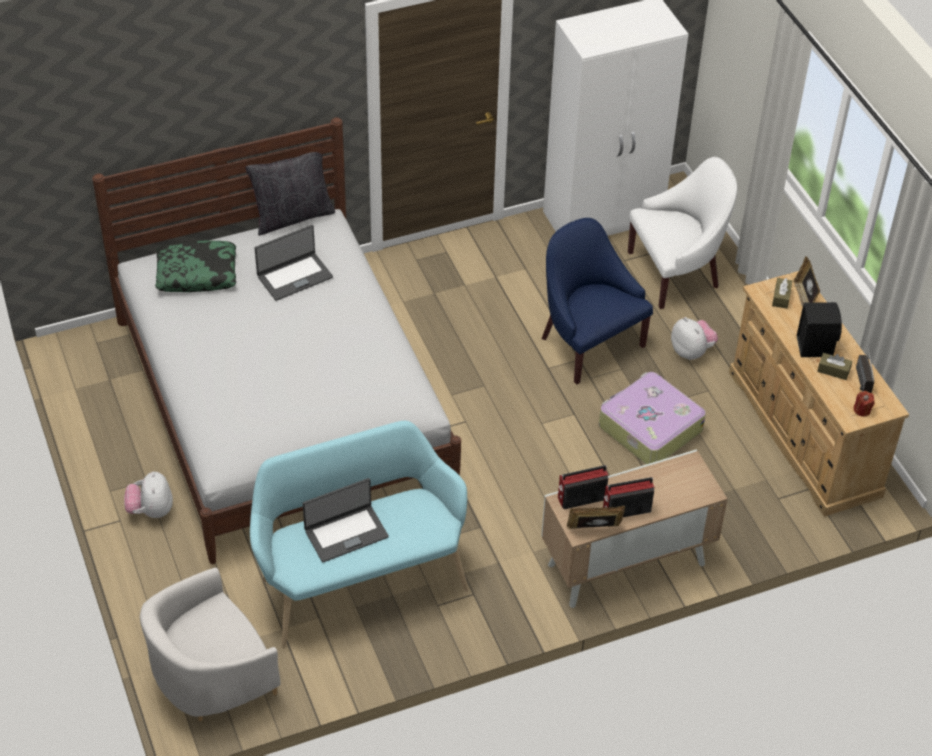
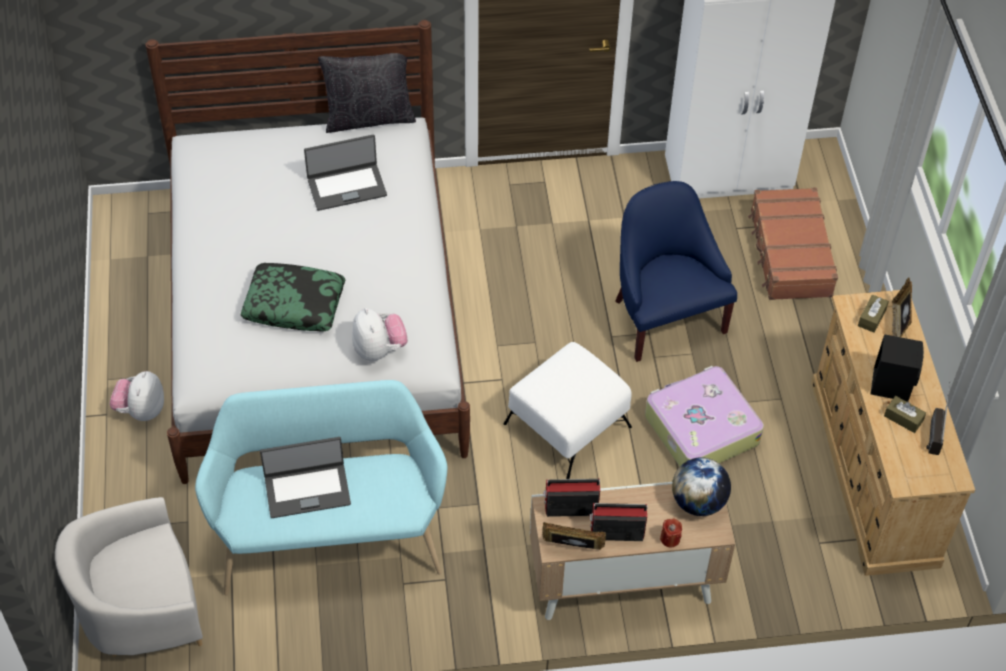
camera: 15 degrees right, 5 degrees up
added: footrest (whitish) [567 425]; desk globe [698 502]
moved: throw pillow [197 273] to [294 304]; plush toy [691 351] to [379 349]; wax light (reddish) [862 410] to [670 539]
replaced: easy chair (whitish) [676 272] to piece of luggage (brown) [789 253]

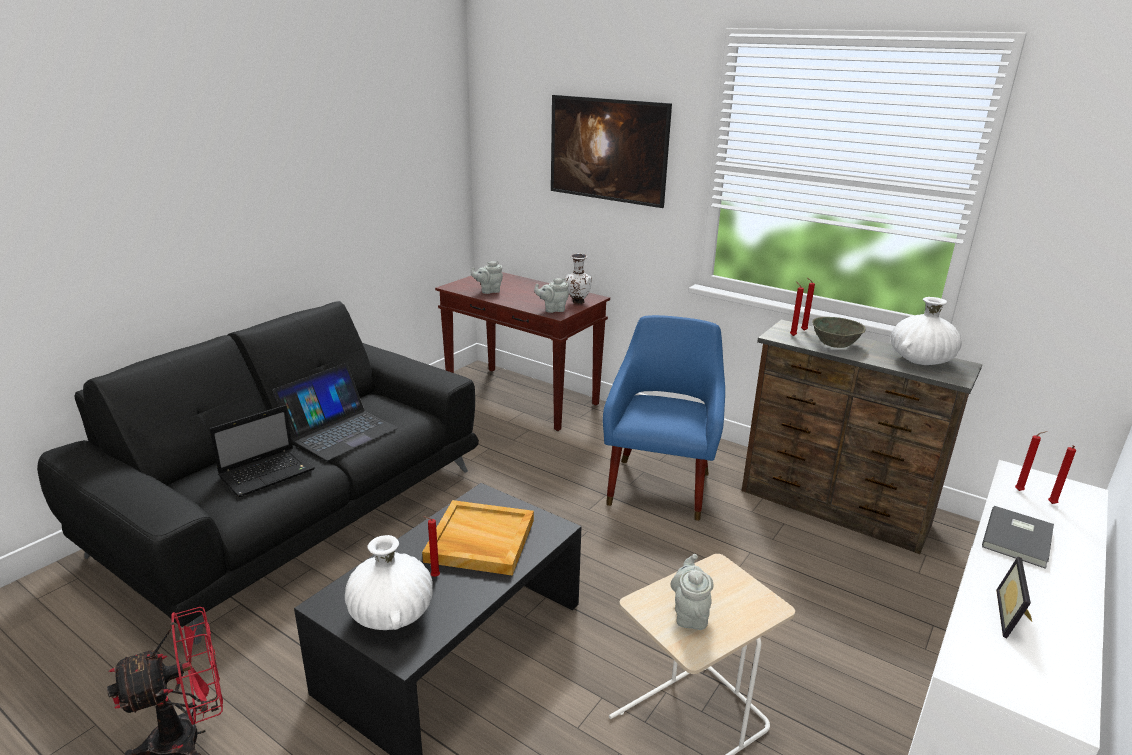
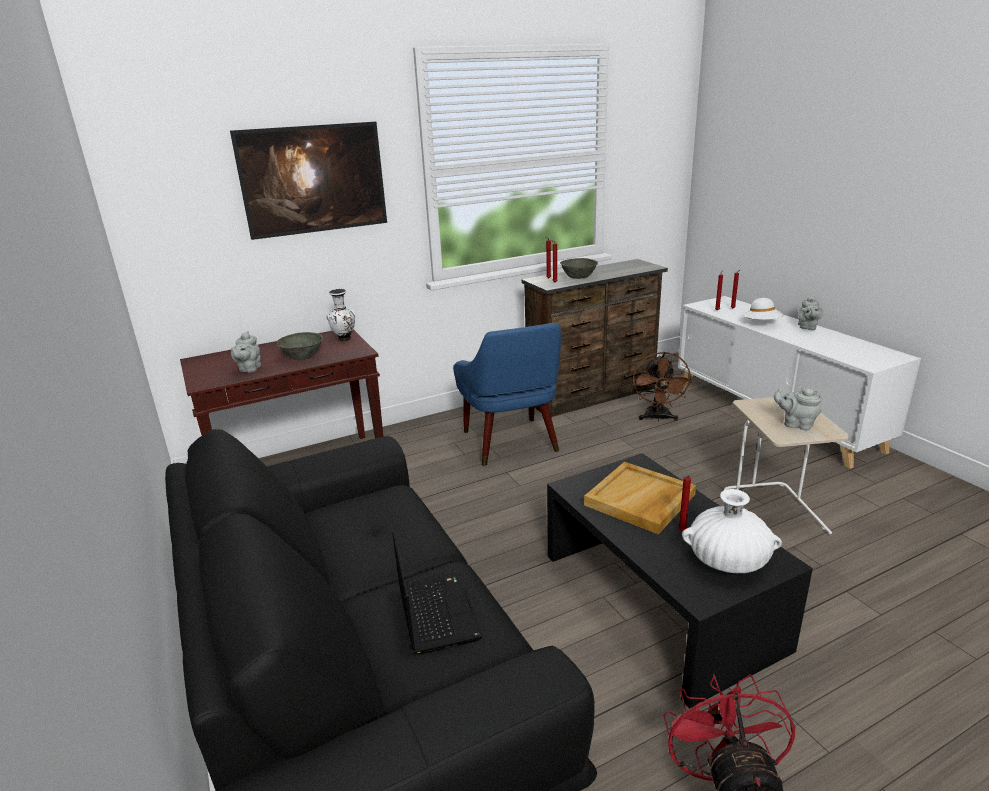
camera: 60 degrees left, 0 degrees up
removed: vase (whitish) [919 361]; laptop [339 431]; photo frame [1014 617]
added: bowl (greyish) [301 356]; cooling fan (brown) [658 418]
moved: teapot (greyish) [553 310] to [807 327]
replaced: bound book (greyish) [1019 538] to clothing hat (whitish) [762 323]
turned: easy chair (bluish) [660 483] = [512 445] 150 degrees counterclockwise

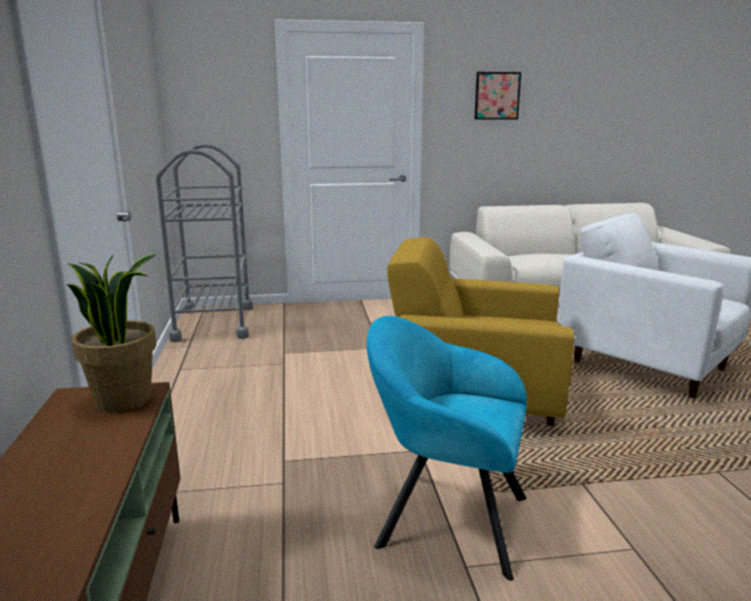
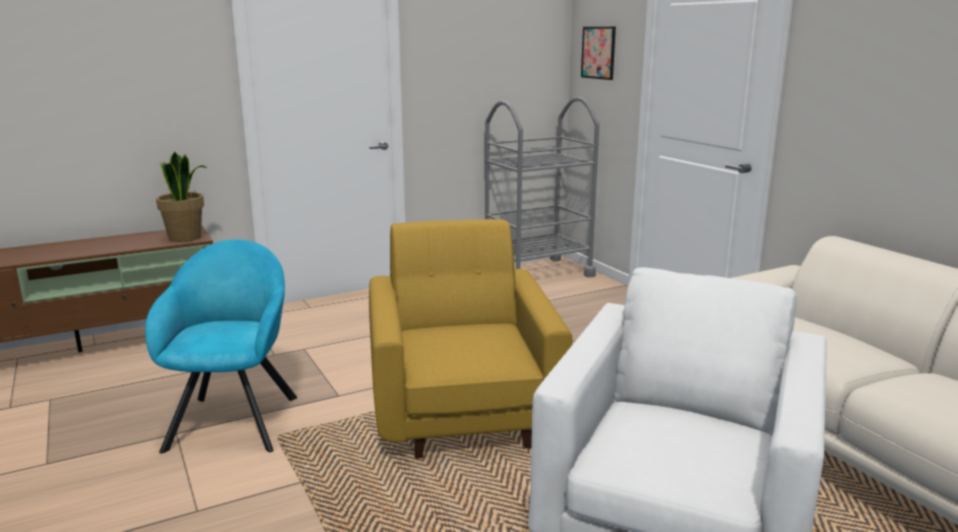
camera: 70 degrees right, 0 degrees up
moved: wall picture [497 96] to [598 52]

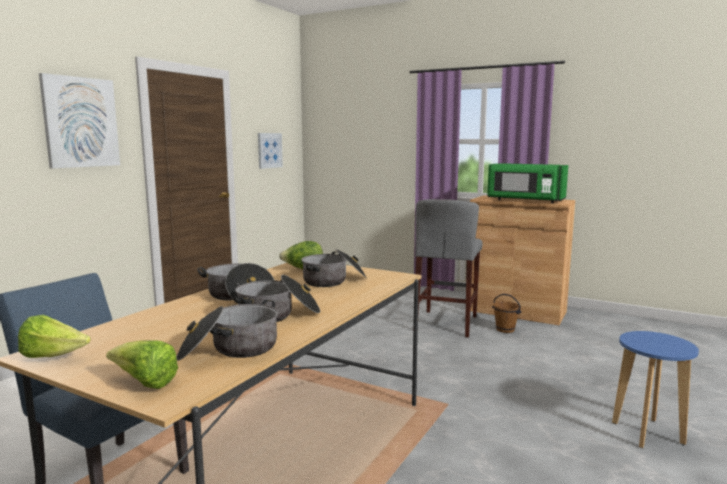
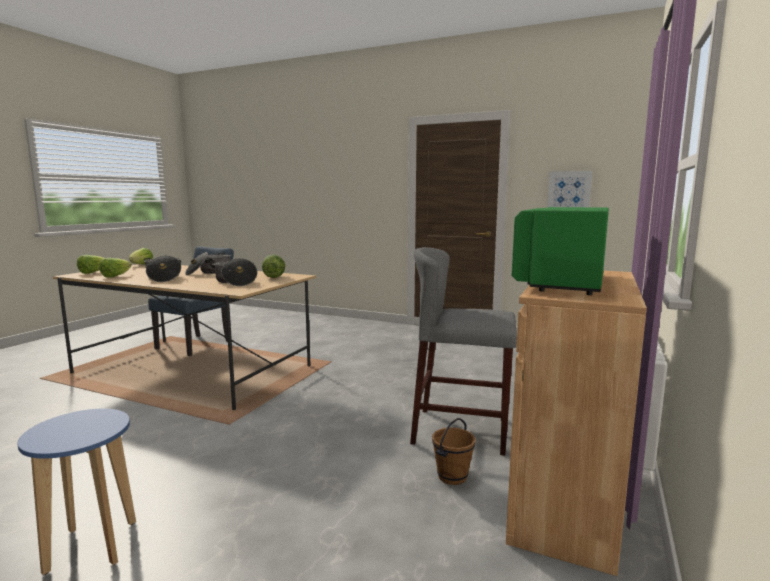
camera: 85 degrees right, 0 degrees up
removed: wall picture [80 122]
replaced: cooking pot [230 350] to lettuce [116 276]

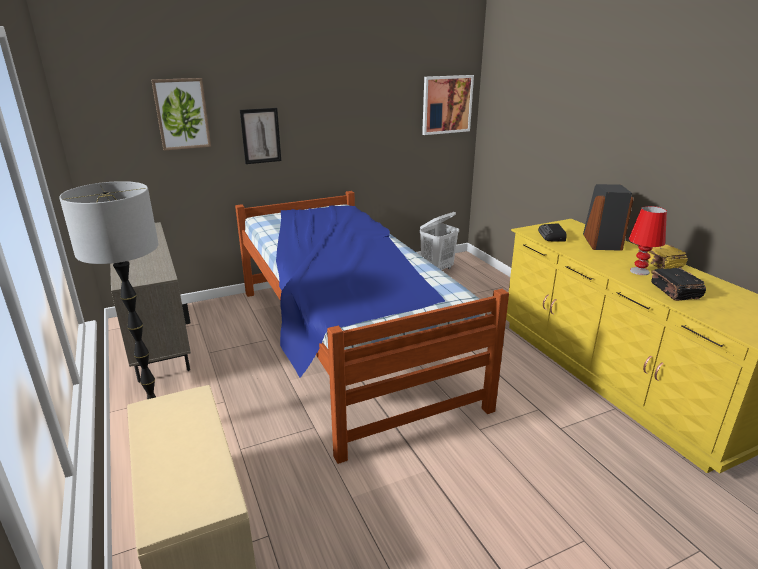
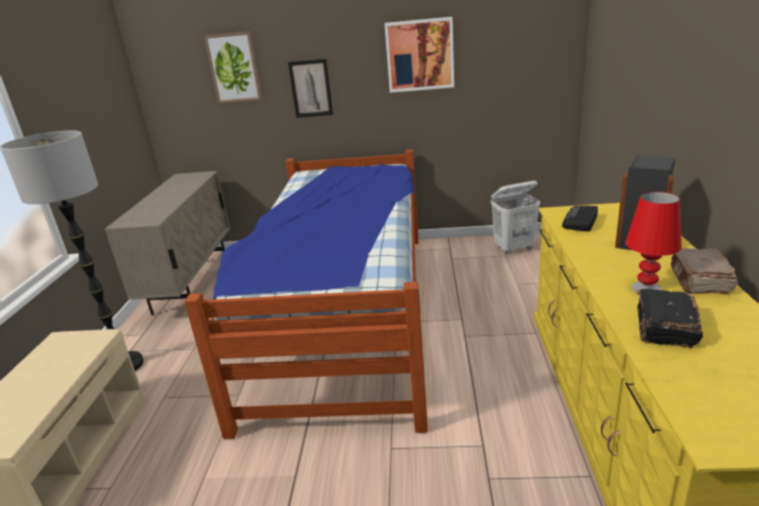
camera: 30 degrees right, 0 degrees up
moved: wall picture [446 104] to [420 55]
recoloured: bound book (yellow-coloured) [660 263] to bound book (brown) [699 281]

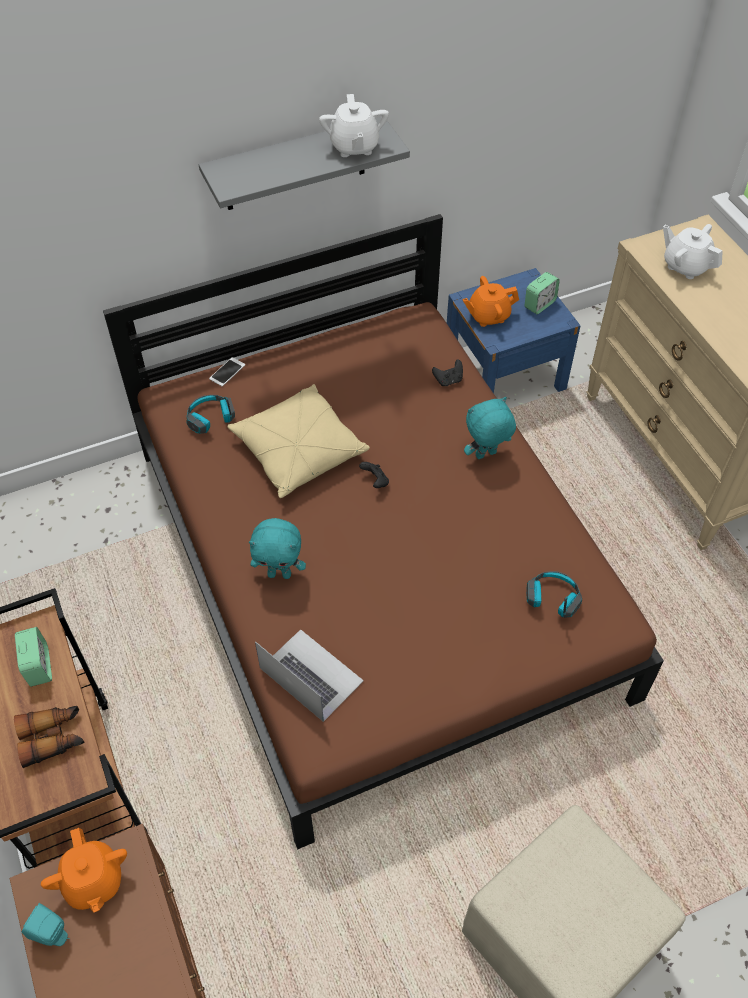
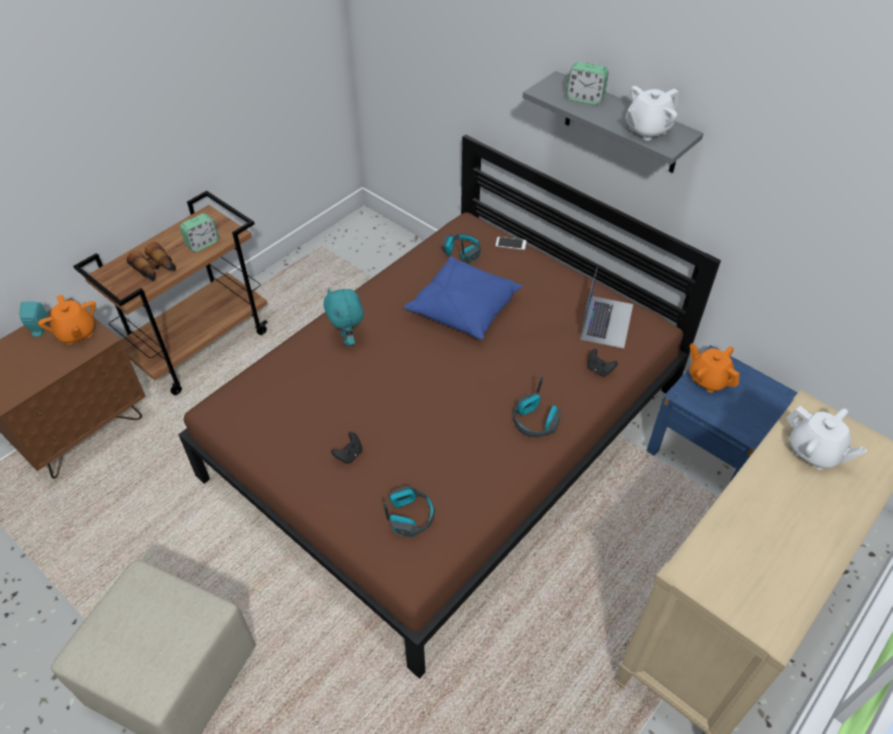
camera: 65 degrees right, 5 degrees down
moved: bedside clock [539 304] to [584 98]; joypad (black) [375 481] to [349 455]; laptop [310 674] to [607 321]
replaced: plush toy (turquoise-coloured) [486 455] to headphones [535 422]
recoloured: throw pillow (sand-coloured) [298 451] to throw pillow (bluish) [464 308]
turned: teapot (whitish) [685 266] = [814 452] 120 degrees clockwise; teapot (orange-coloured) [93 881] = [76 333] 75 degrees counterclockwise

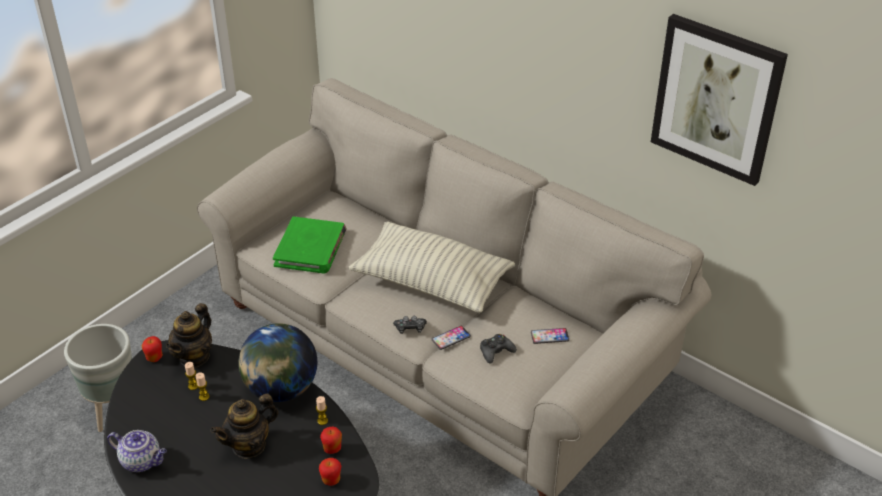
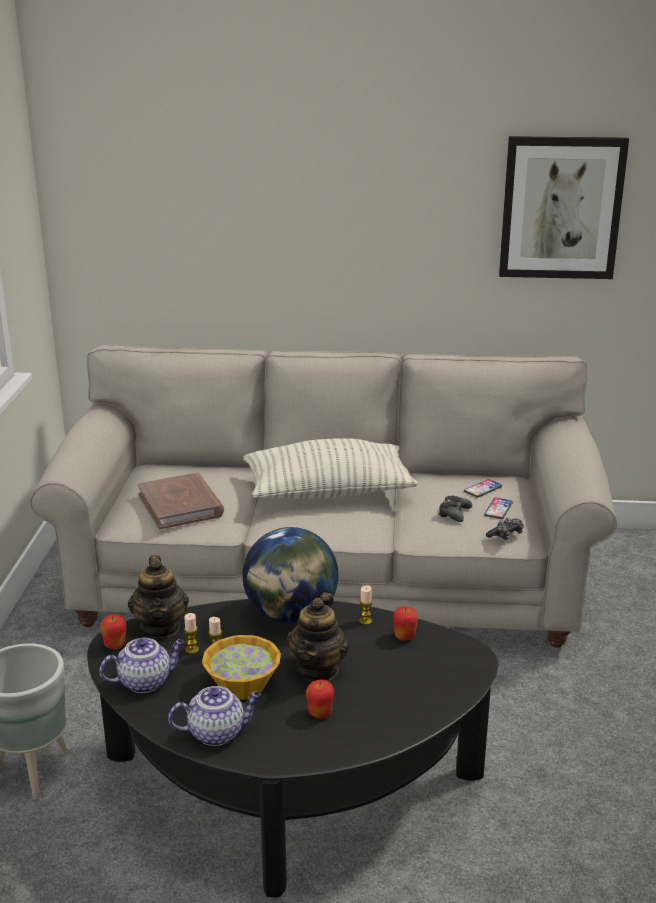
camera: 35 degrees left, 15 degrees down
added: bowl [242 685]; teapot [145 681]
moved: joypad [410 328] to [506 535]; handset [451 338] to [498 509]; apple fruit [331 480] to [320 713]
recoloured: bound book (green-coloured) [310 248] to bound book (brown) [181 505]

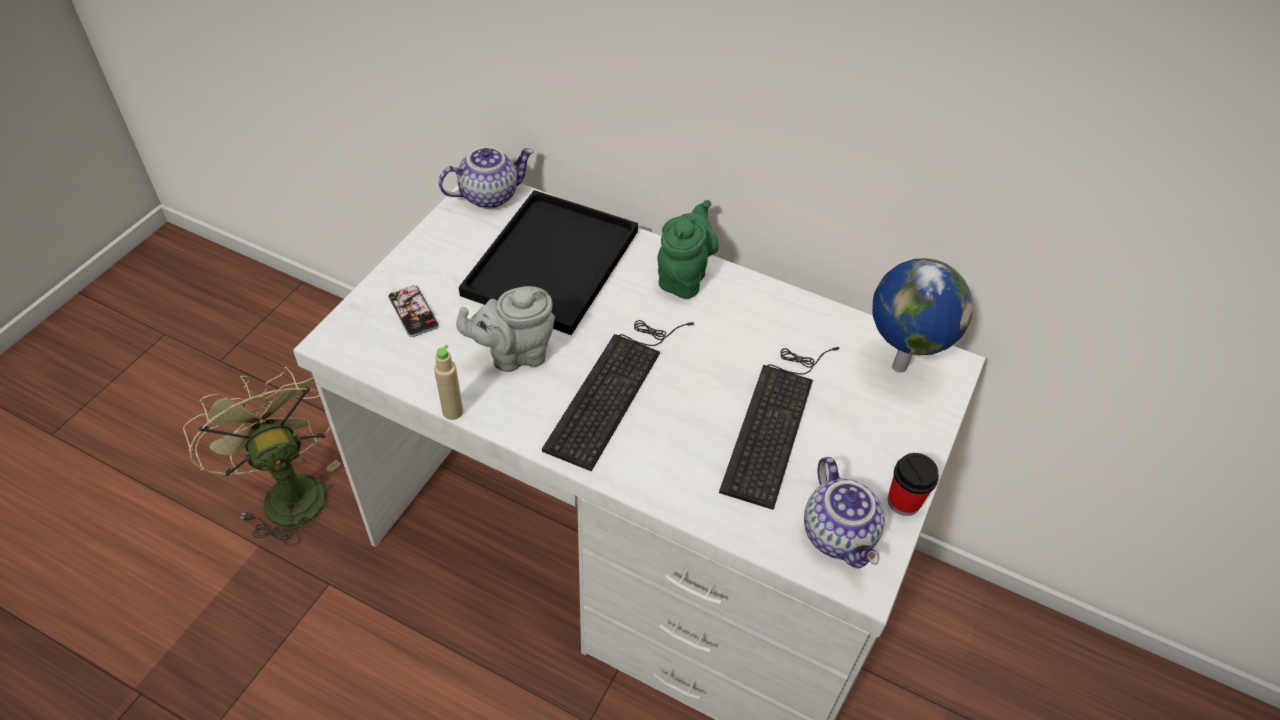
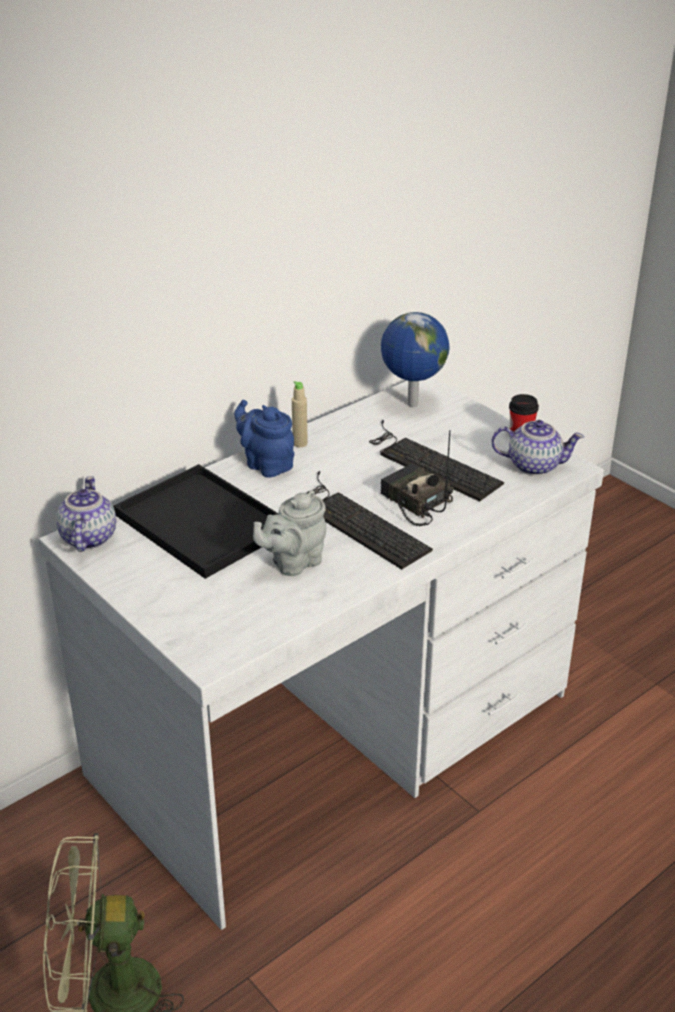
camera: 65 degrees left, 15 degrees down
removed: handset [413 312]
added: radio [414 502]
moved: beverage bottle (sand-coloured) [453 412] to [300 443]
recoloured: teapot (green-coloured) [684 276] to teapot (bluish) [266 464]
turned: teapot (greyish) [514 354] = [293 563] 45 degrees clockwise

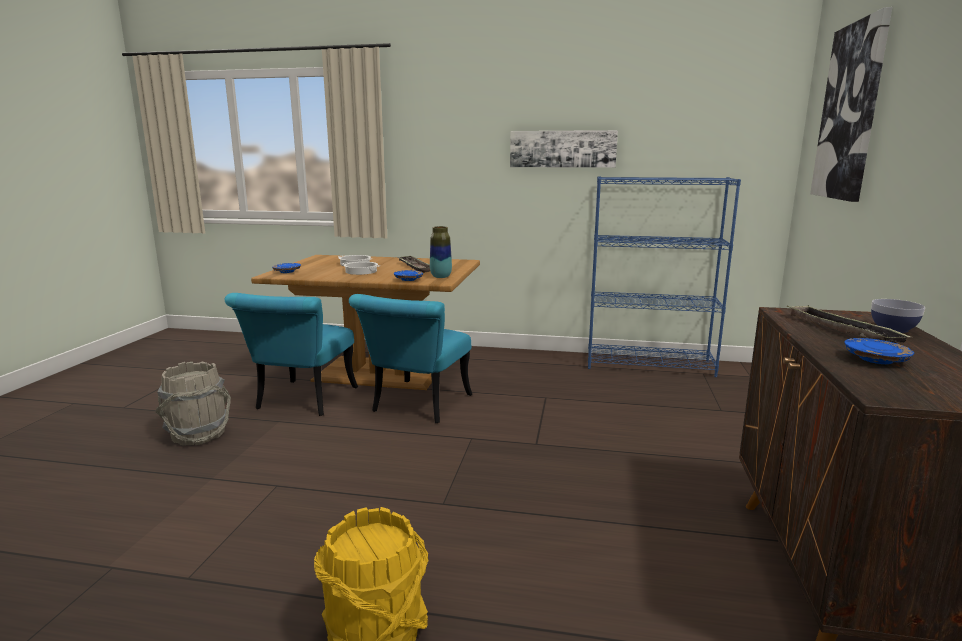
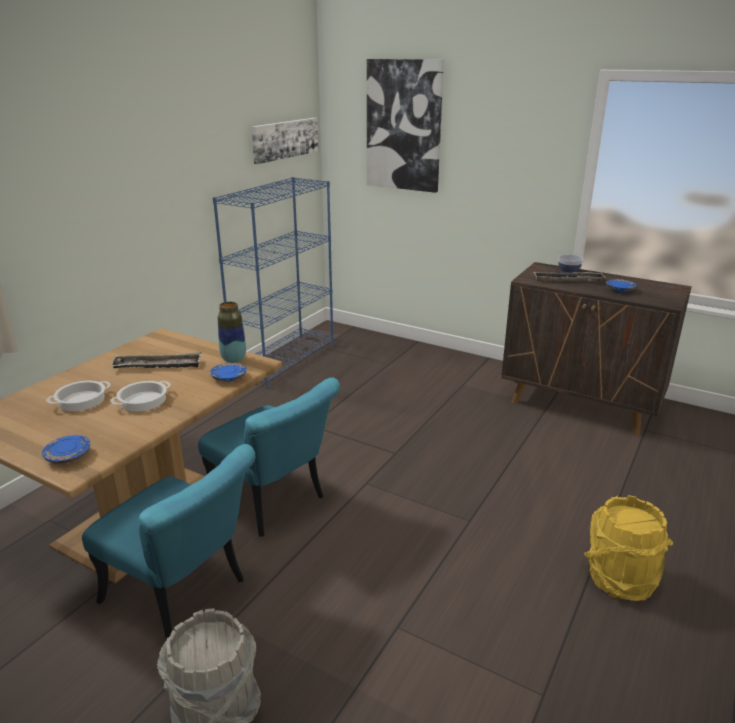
camera: 70 degrees left, 10 degrees up
moved: wall picture [562 149] to [285 139]

